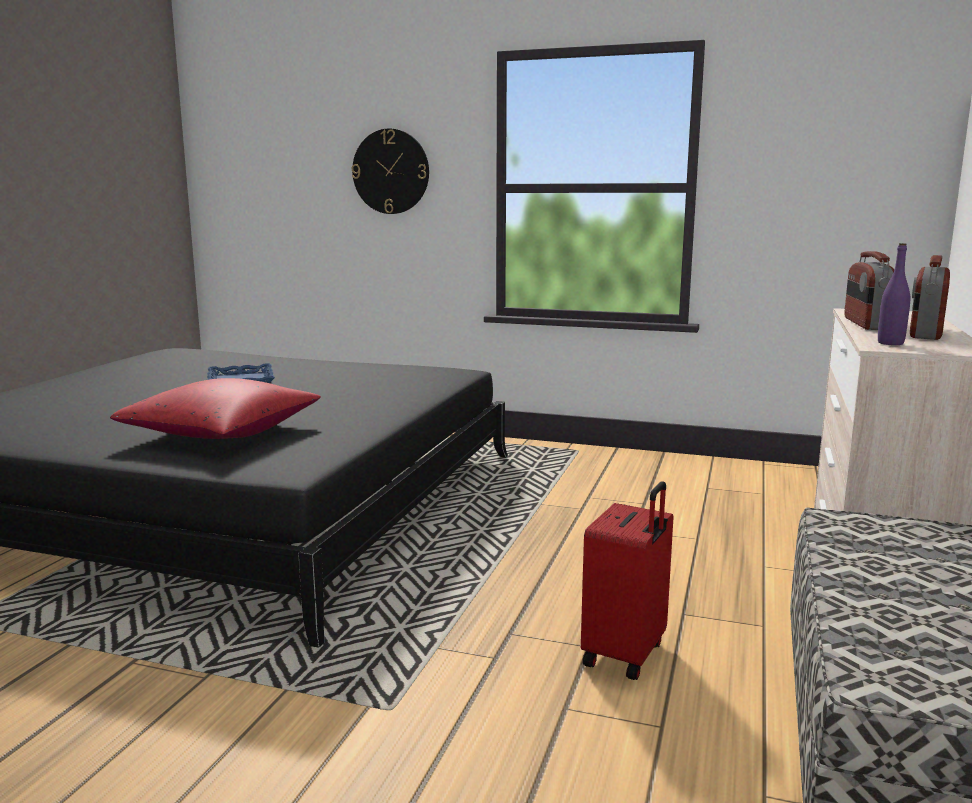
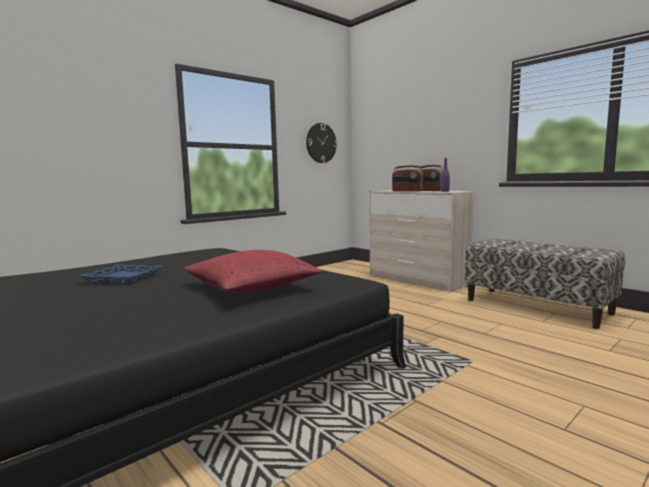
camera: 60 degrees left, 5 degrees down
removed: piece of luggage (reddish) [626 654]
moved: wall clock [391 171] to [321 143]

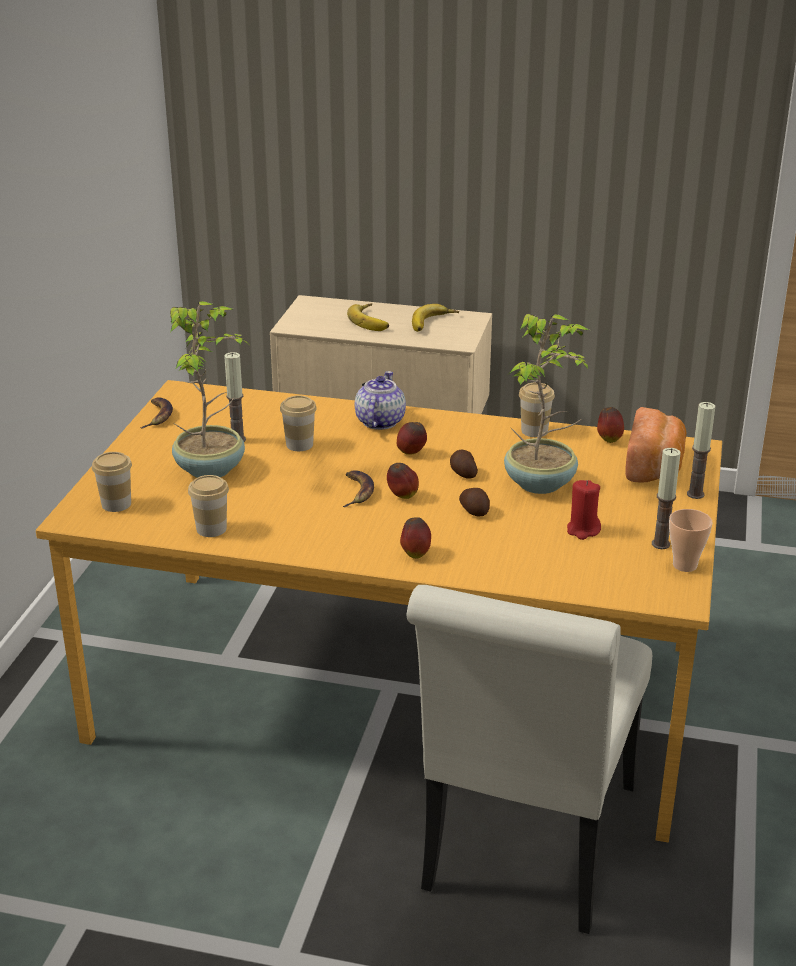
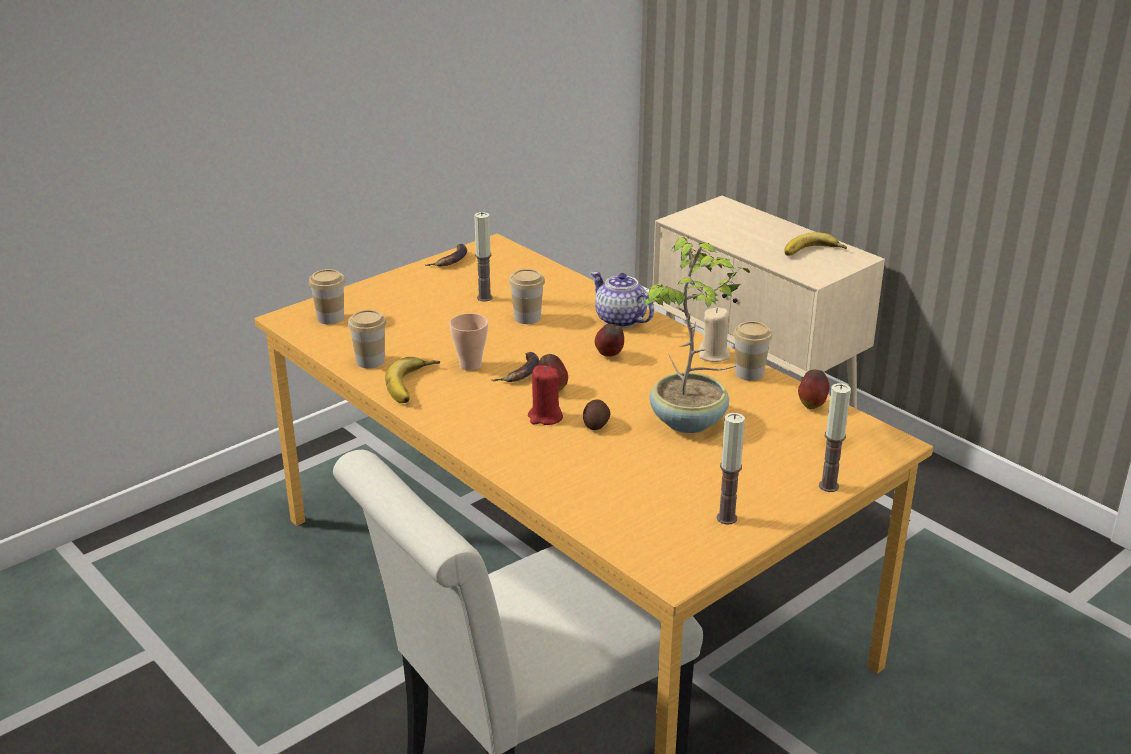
camera: 35 degrees right, 0 degrees up
removed: plant in a pot [211 469]; bread [655 466]; whole potato [462 473]; apple fruit [415 554]
added: wax light (sand-coloured) [714 355]
moved: banana fruit [372 321] to [414 385]; wax light (reddish) [583 530] to [545 417]; drinking cup [685 565] to [470 365]
turned: teapot [379 421] = [619 320] 90 degrees counterclockwise

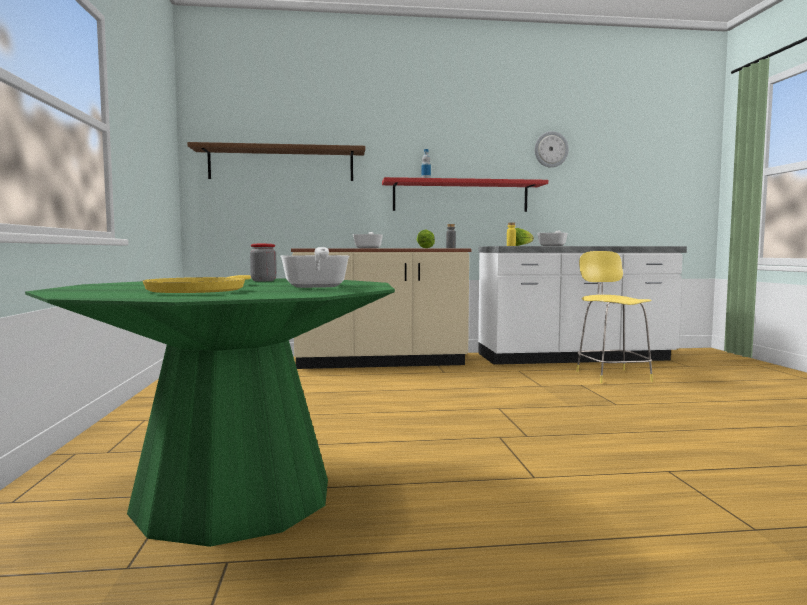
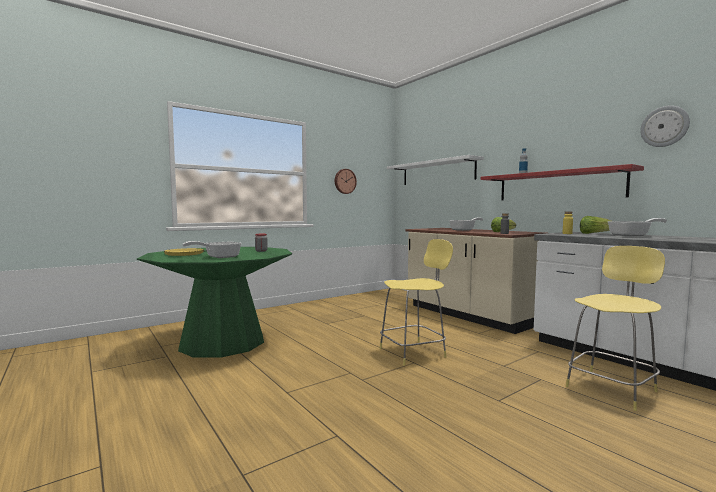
camera: 60 degrees right, 0 degrees up
added: wall clock [344 181]; stool seat (yellow-coloured) [414 352]
recoloured: bracket shelf (brown) [281 164] to bracket shelf (whitish) [437 172]

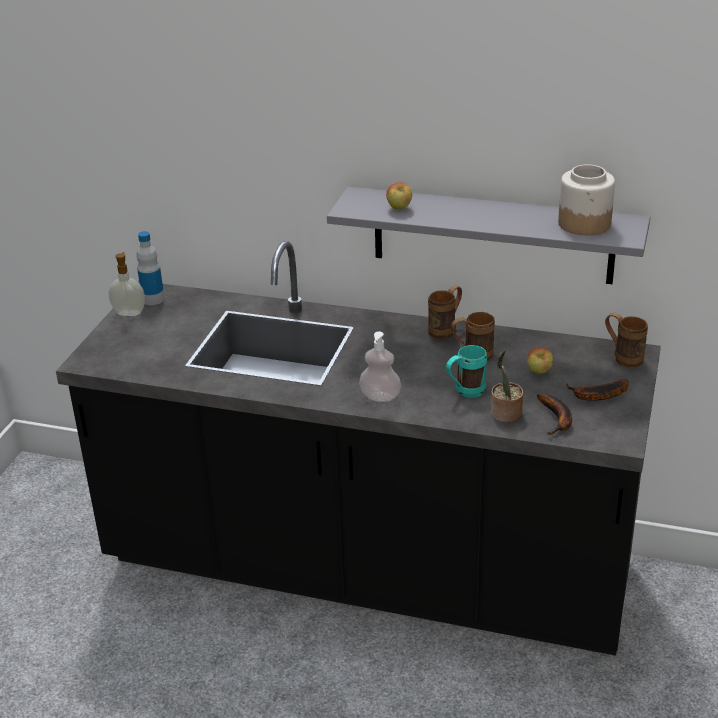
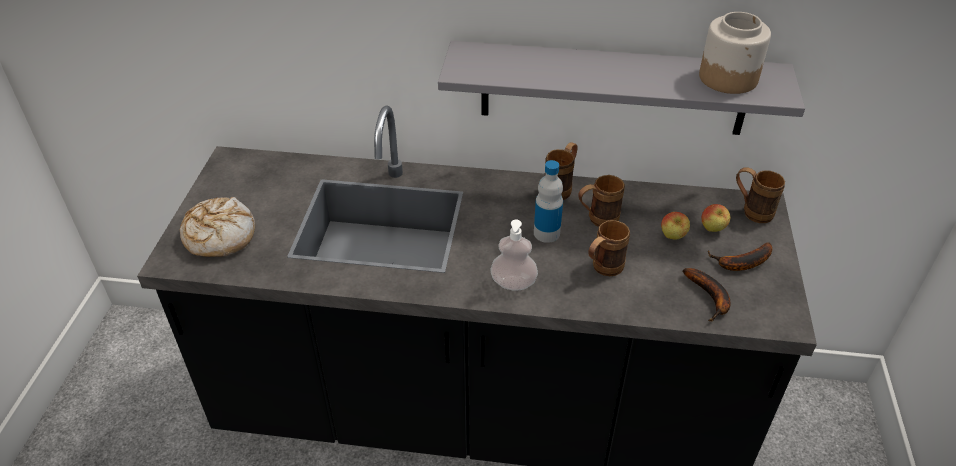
camera: 10 degrees left, 10 degrees up
removed: liquid soap bottle [129 312]; plant in a pot [505 415]
added: bread [219 235]
moved: apple fruit [399 208] to [712 229]; beverage bottle [153 299] to [546 233]
recoloured: tea mug (turquoise-coloured) [464 392] to tea mug (brown) [602 269]

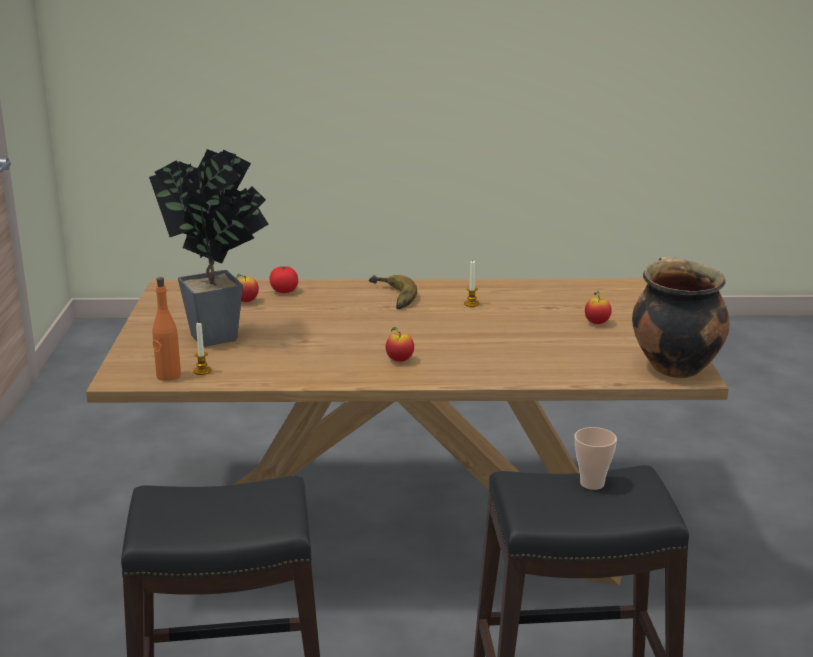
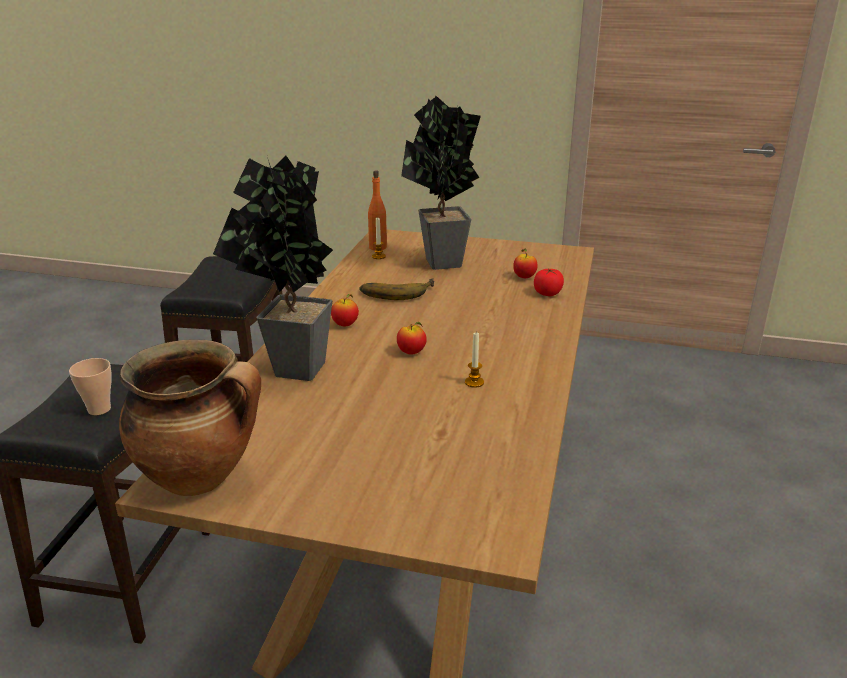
camera: 105 degrees right, 5 degrees up
added: plant in a pot [292 372]
moved: banana fruit [389 297] to [396 291]; apple fruit [597 323] to [411 352]

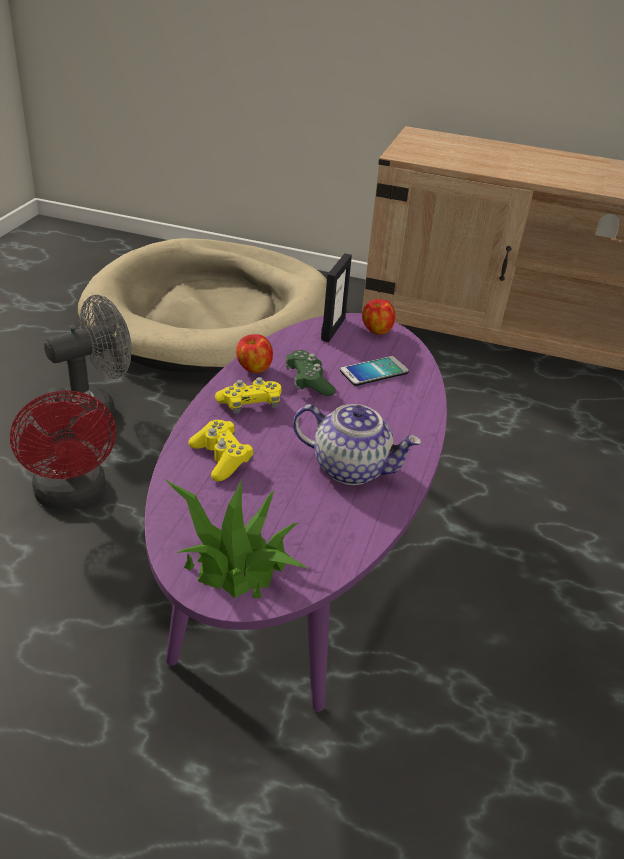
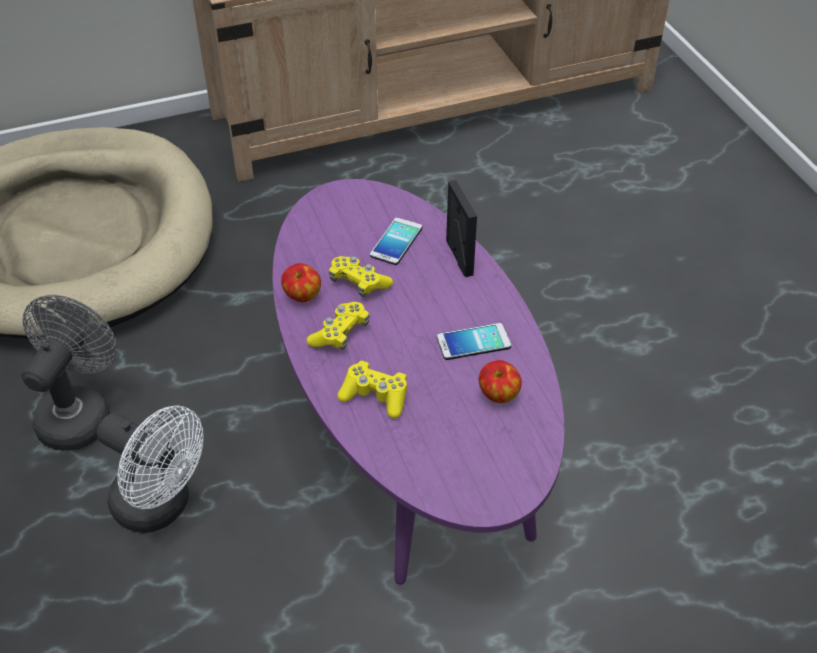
camera: 35 degrees left, 10 degrees up
removed: plant in a pot [235 561]
moved: photo frame [333 329] to [459 257]; apple fruit [376 331] to [498 395]
replaced: teapot [352 468] to handset [473 342]
recoloured: joypad (green-coloured) [308 382] to joypad (yellow-coloured) [359 283]; cooling fan (reddish) [72 496] to cooling fan (whitish) [161 507]

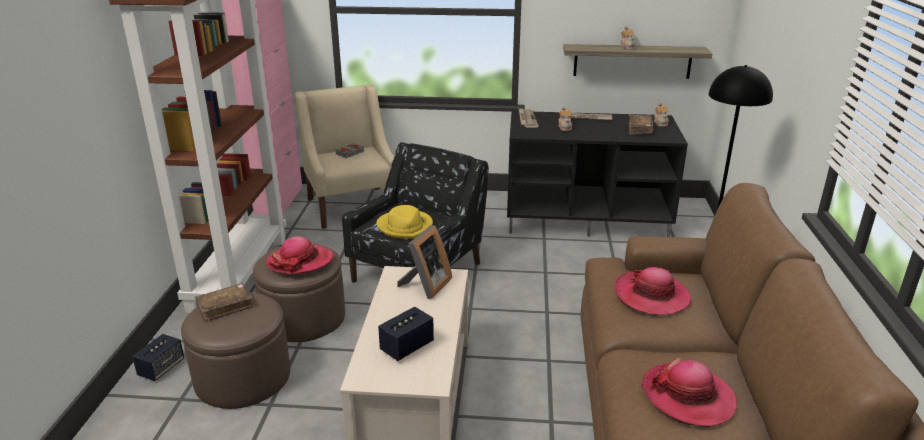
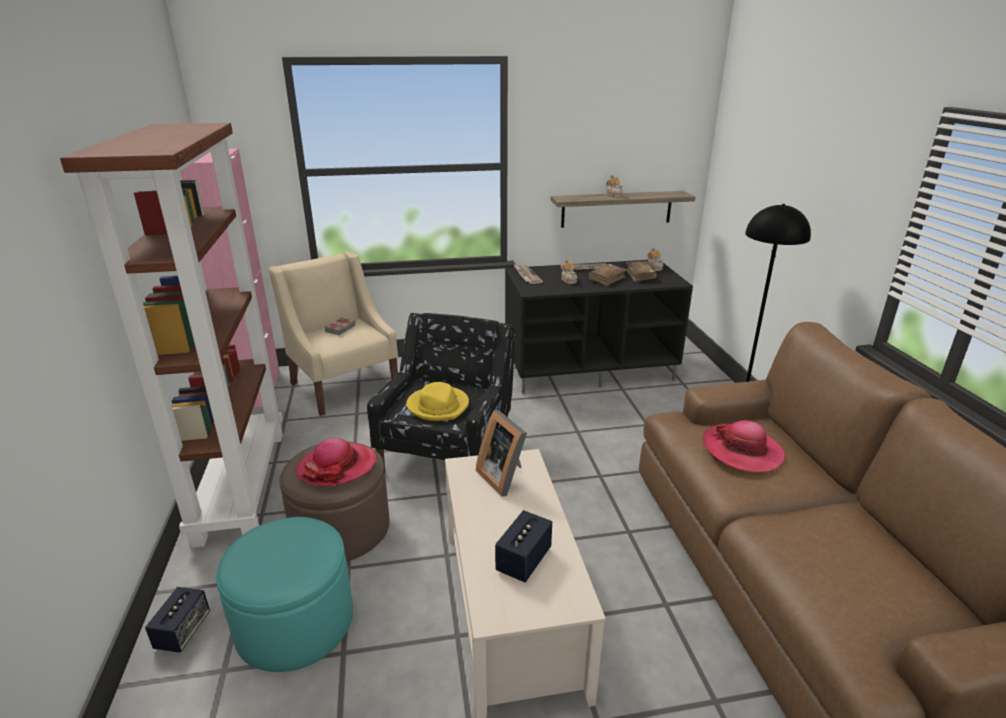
camera: 15 degrees left, 0 degrees up
removed: clothing hat [688 397]
moved: bound book (brown) [225 307] to [607 279]
recoloured: footrest (brown) [243 377] to footrest (turquoise-coloured) [295 622]
turned: photo frame [426 286] = [504 476] 135 degrees clockwise

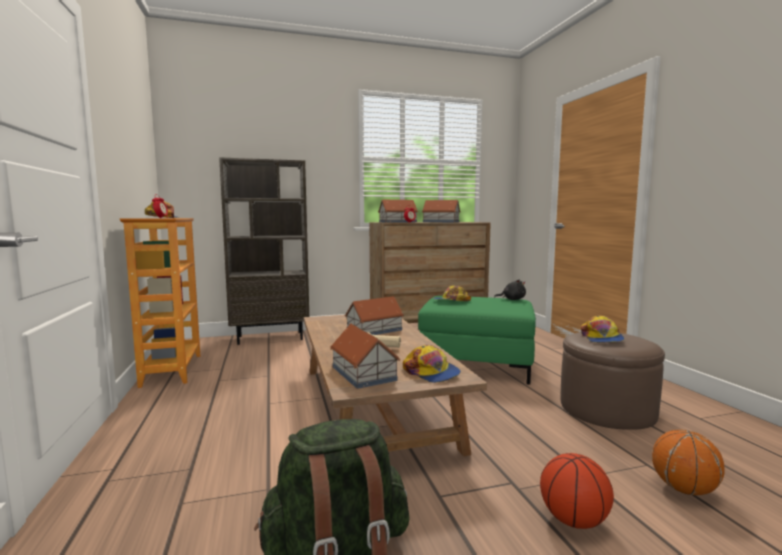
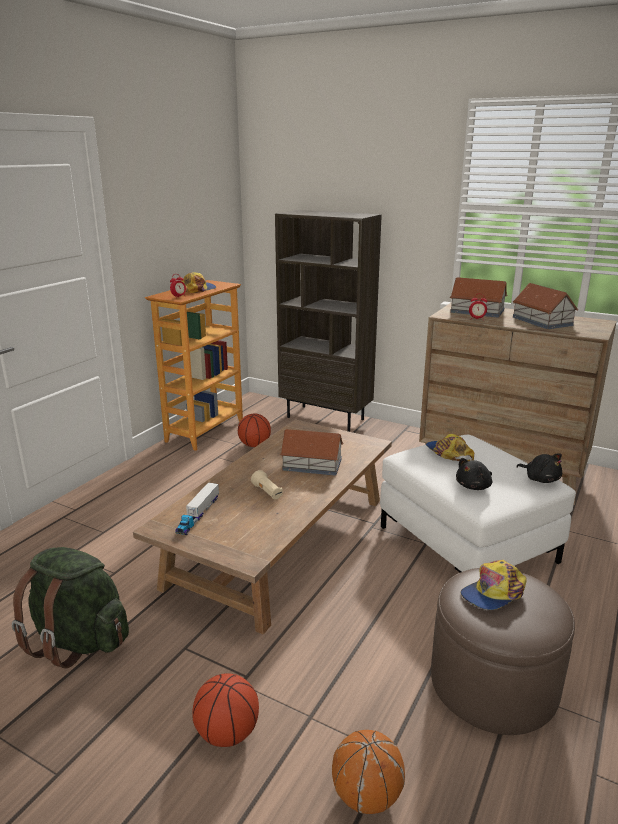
camera: 45 degrees right, 15 degrees up
removed: baseball cap [431 373]
added: basketball ball [254 445]; plush toy (black) [474 486]
replaced: model house [363 373] to toy truck [198 515]
recoloured: footrest (green-coloured) [477 364] to footrest (whitish) [468 544]

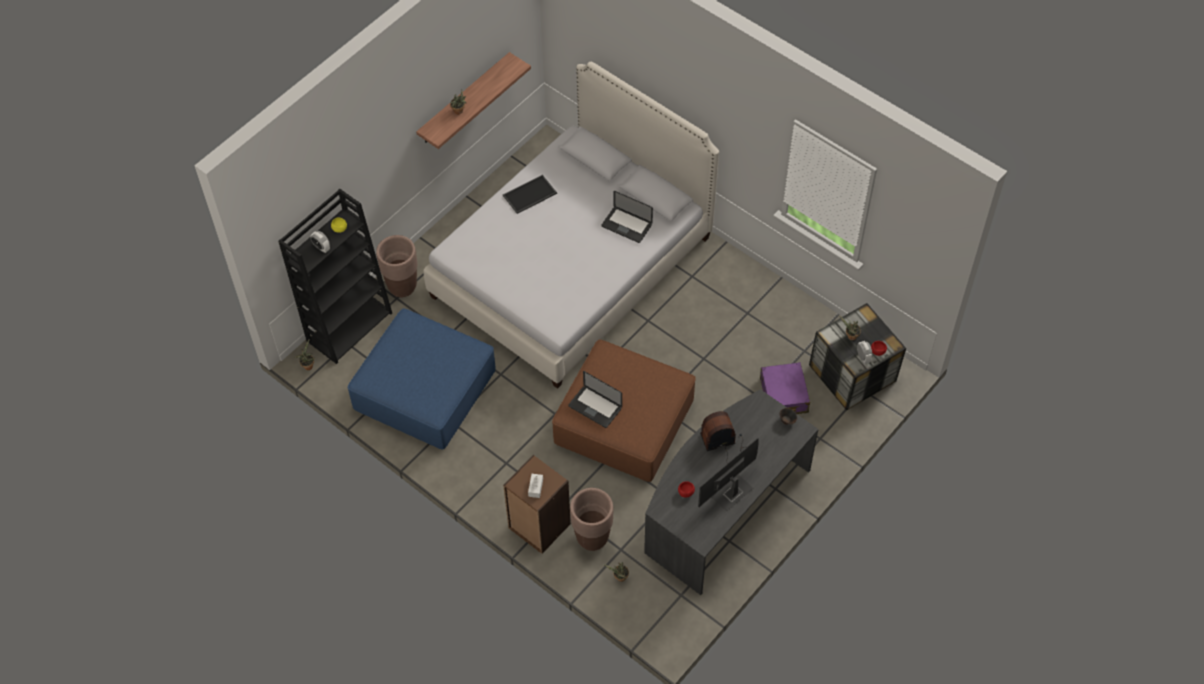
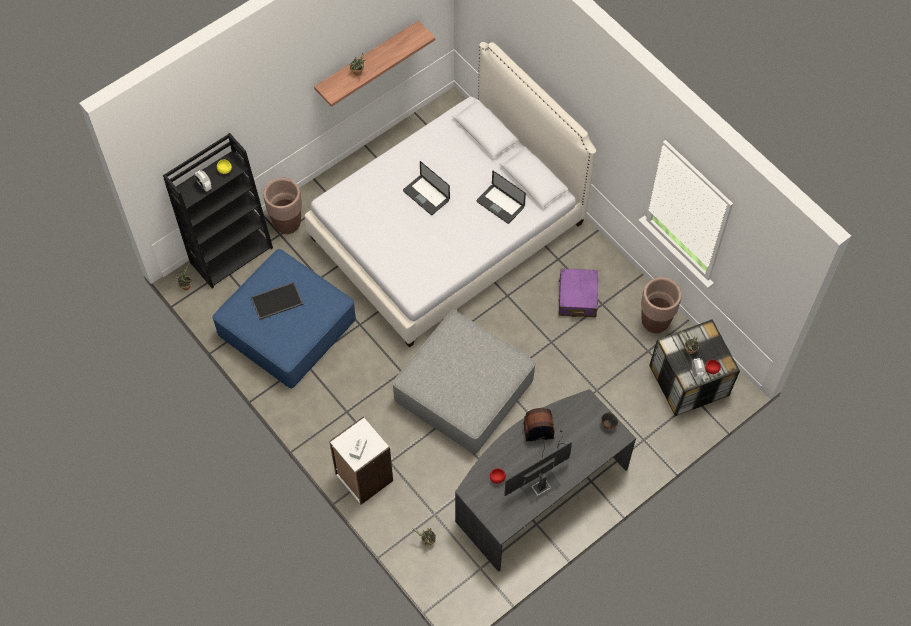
camera: 10 degrees right, 5 degrees up
moved: serving tray [529 195] to [276 302]; piece of luggage (purplish) [783 395] to [577 297]; laptop [595 407] to [426 195]; flower pot (brown) [592 538] to [655 322]
recoloured: footrest (brown) [624 421] to footrest (greyish) [463 390]; shelving unit (brown) [539 526] to shelving unit (whitish) [363 478]

